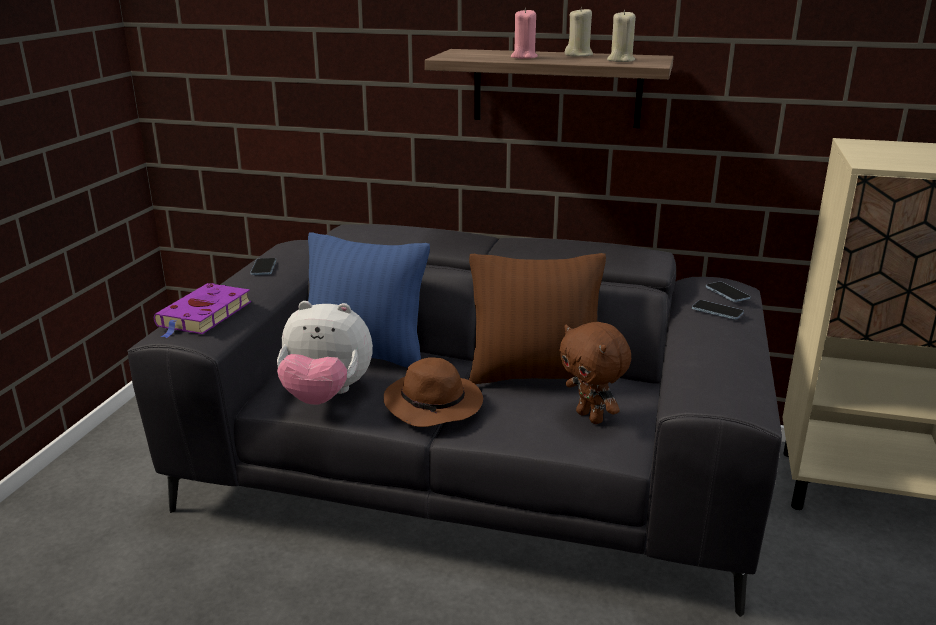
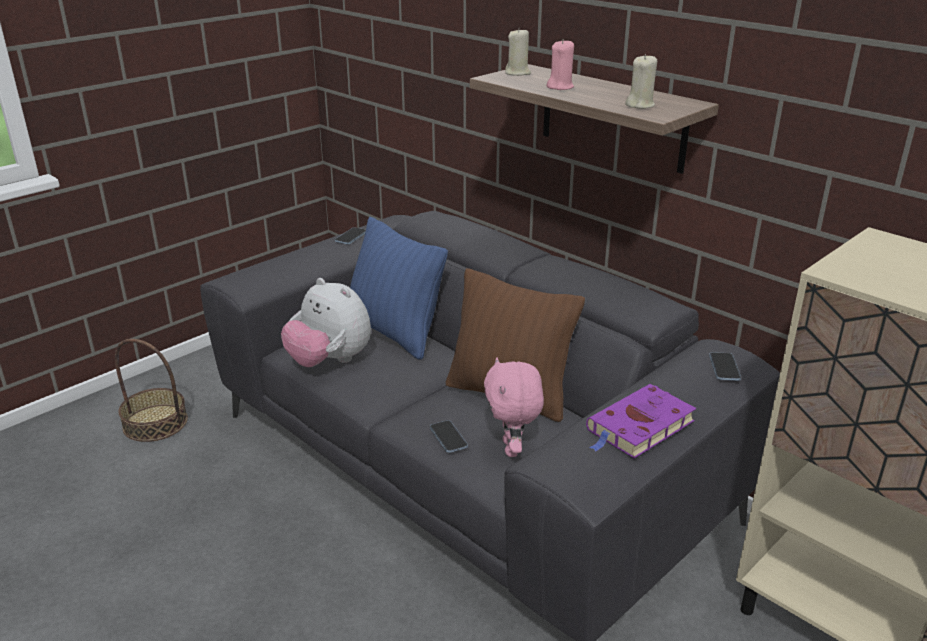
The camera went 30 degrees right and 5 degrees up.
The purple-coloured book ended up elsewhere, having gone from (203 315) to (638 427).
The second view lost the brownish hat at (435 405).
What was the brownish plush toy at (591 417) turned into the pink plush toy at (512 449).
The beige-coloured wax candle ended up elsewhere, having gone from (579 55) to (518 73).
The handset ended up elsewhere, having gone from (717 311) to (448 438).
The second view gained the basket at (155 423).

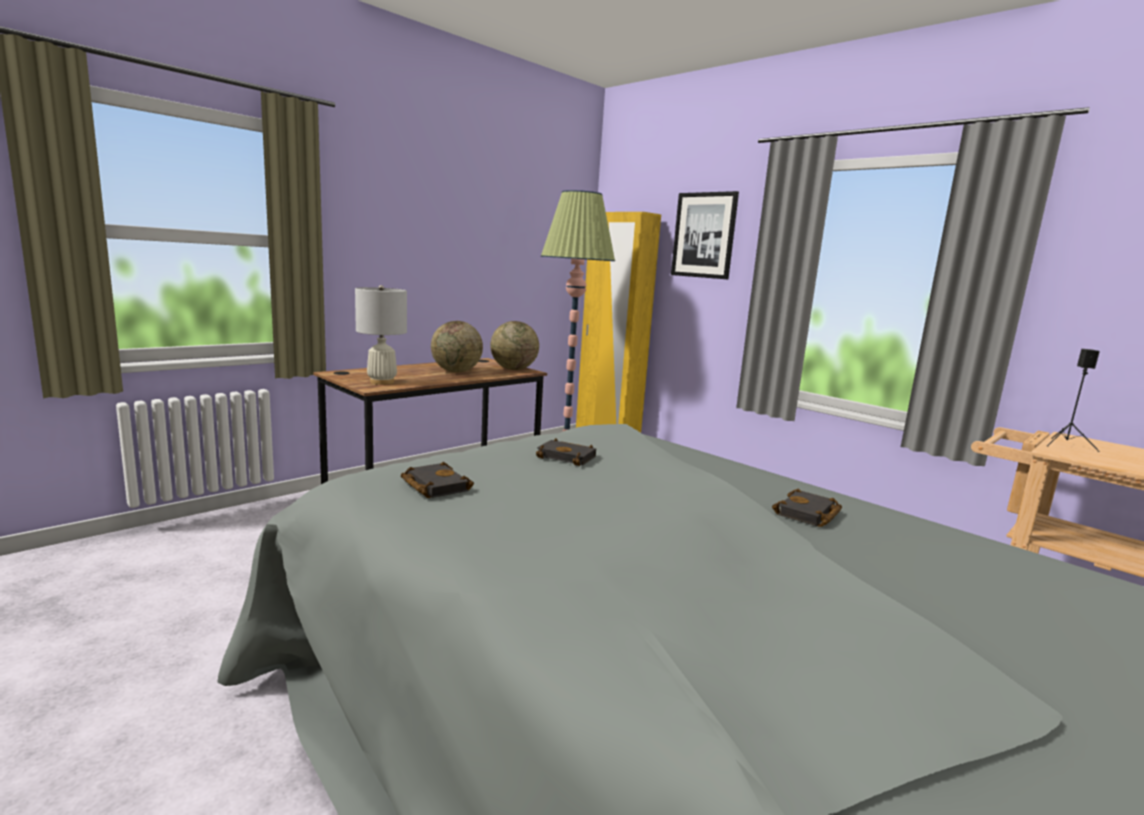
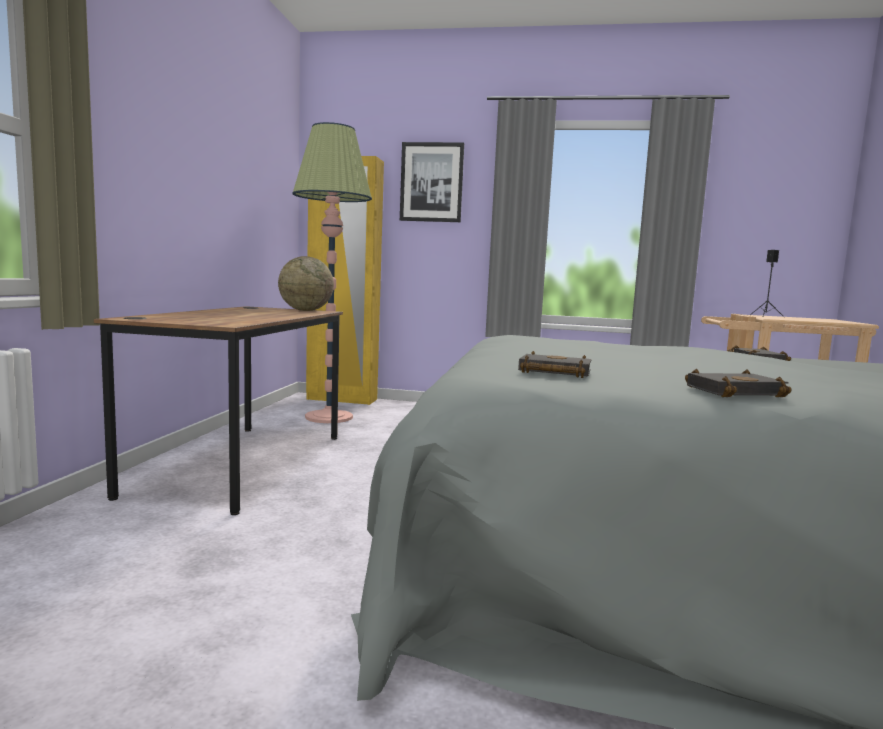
The camera went 35 degrees left and 5 degrees down.
The second view lost the white-coloured table lamp at (382 382).
The second view lost the desk globe at (456 371).
The black-coloured book ended up elsewhere, having gone from (568 457) to (734 391).

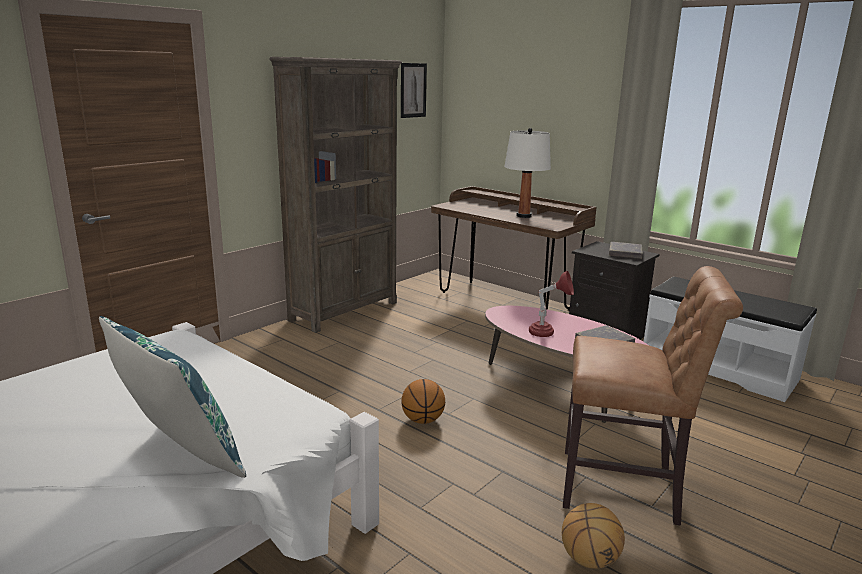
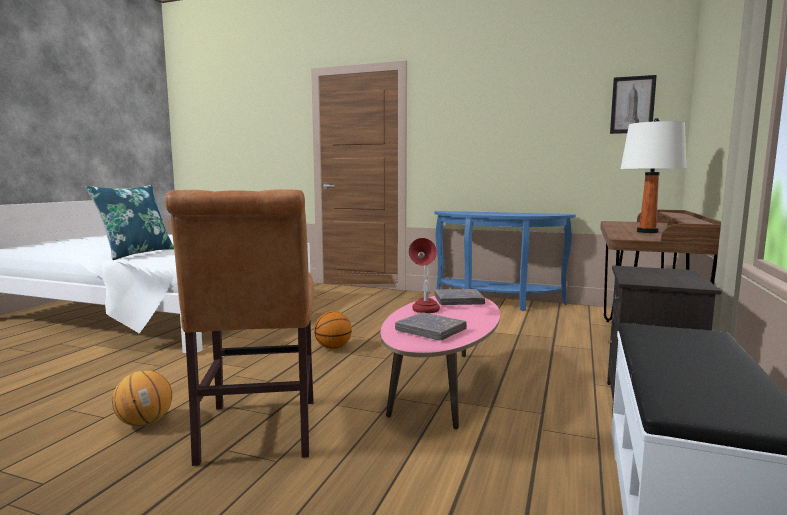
The camera went 70 degrees right and 10 degrees down.
Where the brownish shelving unit stood at (345 311), the blue-coloured hall table came to stand at (496 303).
The greyish book ended up elsewhere, having gone from (625 253) to (458 301).

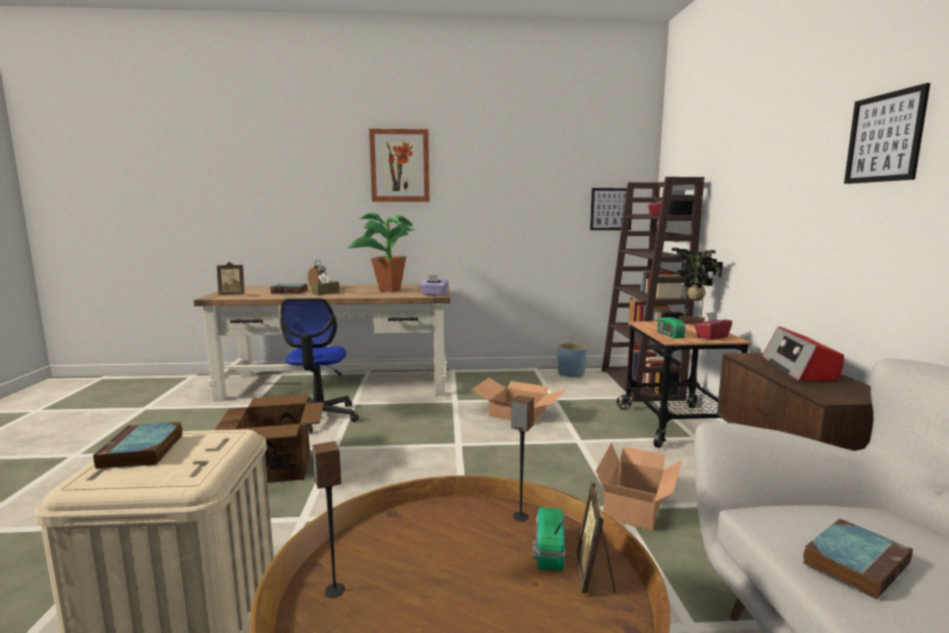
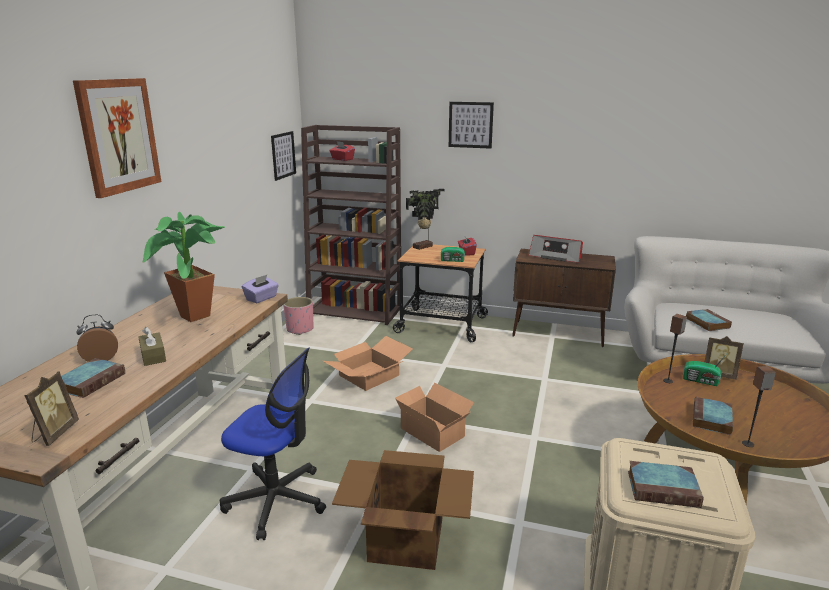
The camera went 70 degrees left and 10 degrees up.
What was the blue-coloured plant pot at (571 374) turned into the pink plant pot at (300 329).
The packing box ended up elsewhere, having gone from (637 506) to (433 431).
The wall picture ended up elsewhere, having gone from (884 138) to (470 125).
The second view gained the book at (712 420).

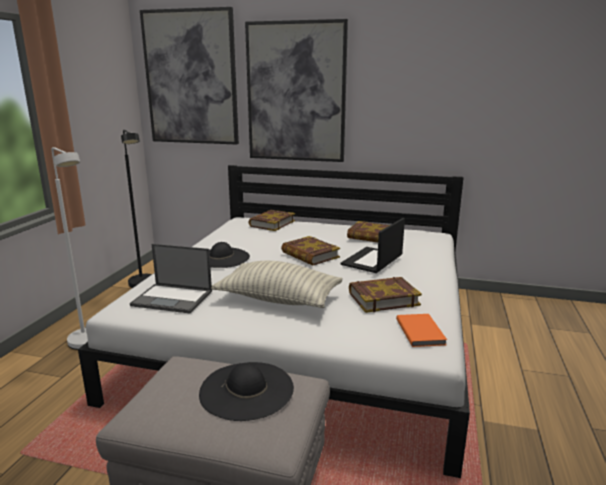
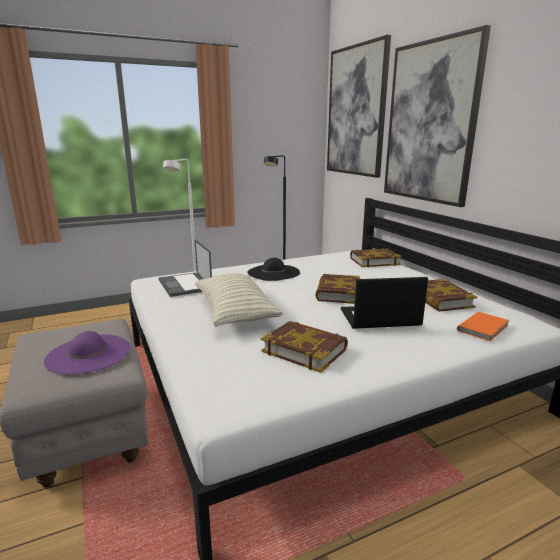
The camera went 50 degrees right and 0 degrees up.
What was the black-coloured hat at (247 390) turned into the purple-coloured hat at (88 354).
The orangey book ended up elsewhere, having gone from (421 331) to (484 328).

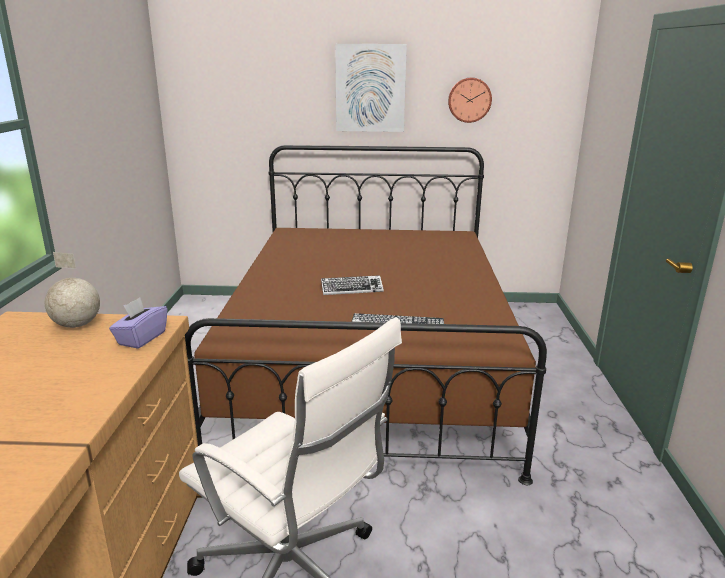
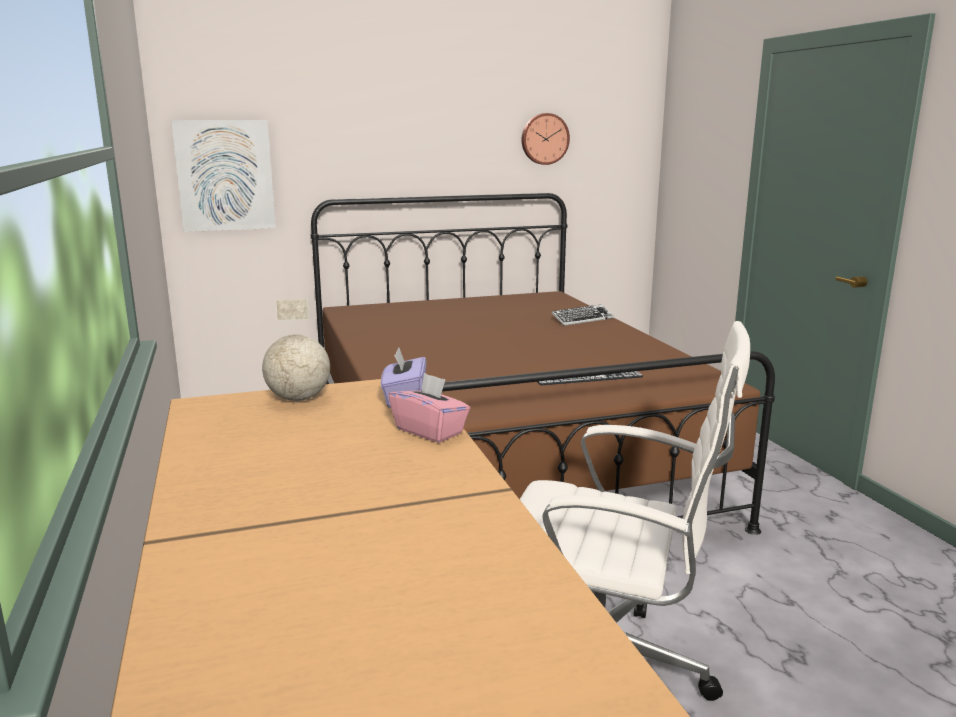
The camera went 20 degrees left and 5 degrees down.
The computer keyboard ended up elsewhere, having gone from (352 289) to (582 319).
The wall picture ended up elsewhere, having gone from (370 88) to (225 175).
The second view gained the pink box of tissues at (430 431).

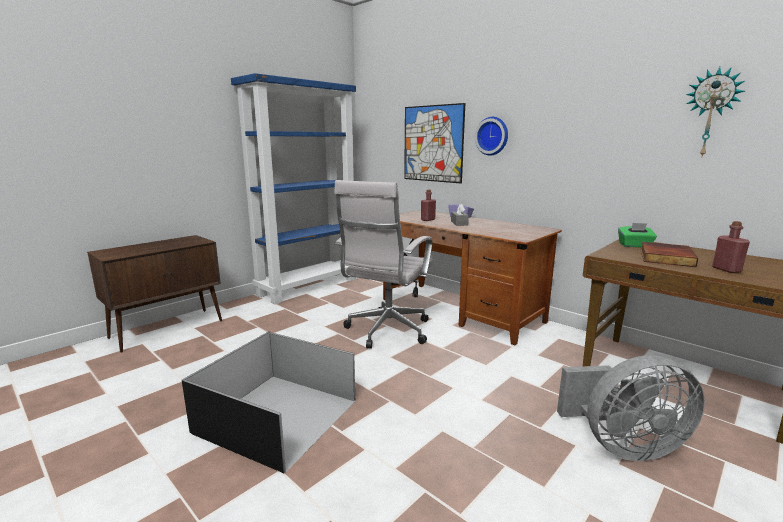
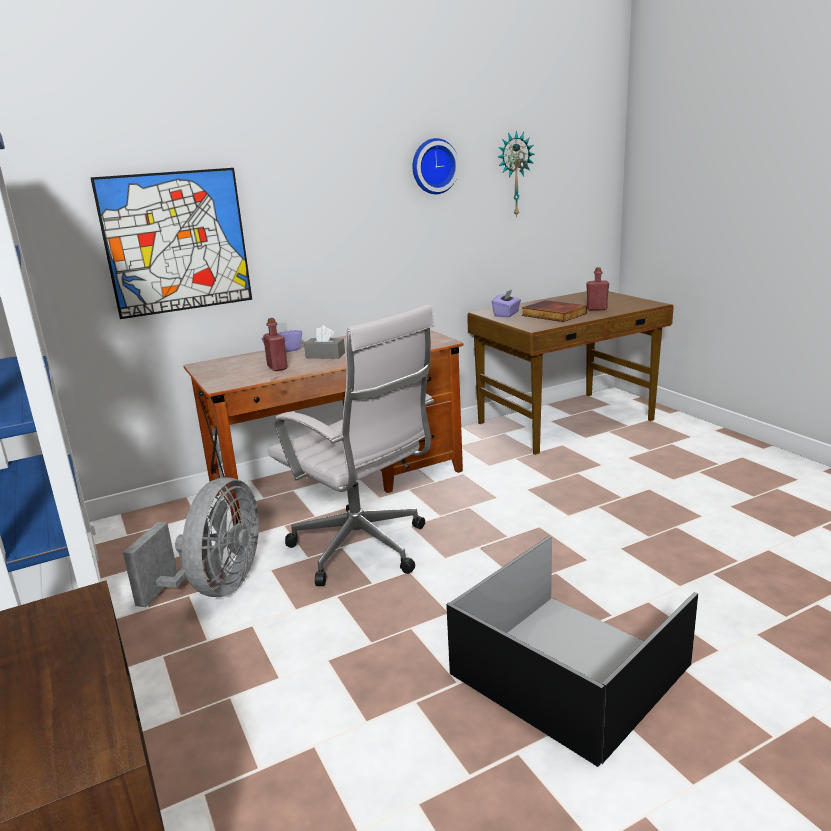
The camera went 70 degrees left and 5 degrees up.
The wall clock ended up elsewhere, having gone from (492 136) to (433 166).
The greyish cooling fan ended up elsewhere, having gone from (623 446) to (216 587).
What was the greenish box of tissues at (635 245) turned into the purple-coloured box of tissues at (506 314).

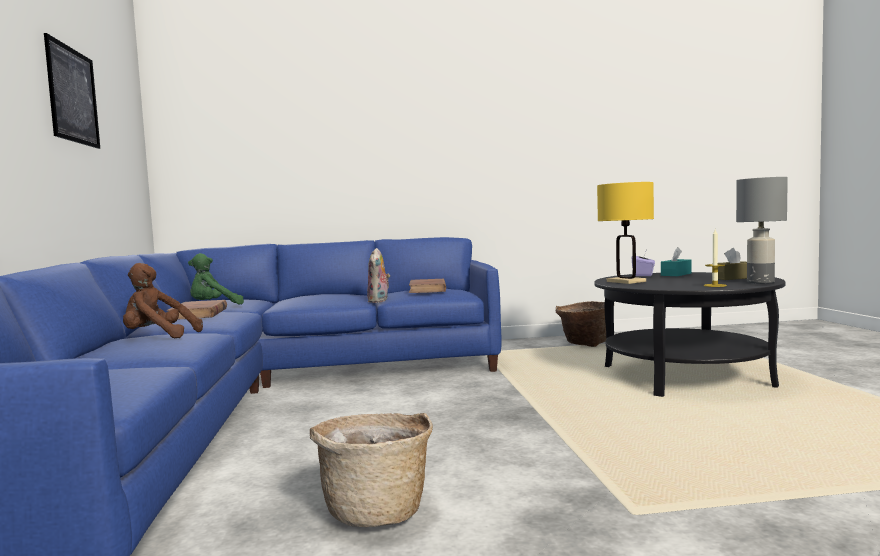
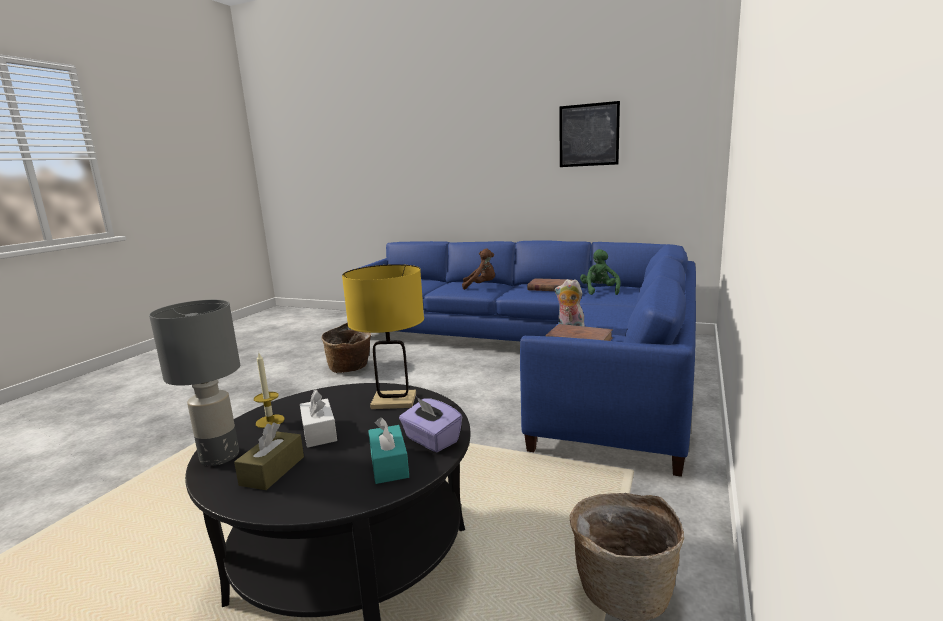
The camera went 120 degrees right and 10 degrees up.
The brownish plush toy at (157 337) ended up facing another way, 60 degrees clockwise from before.
The second view gained the white-coloured box of tissues at (319 432).

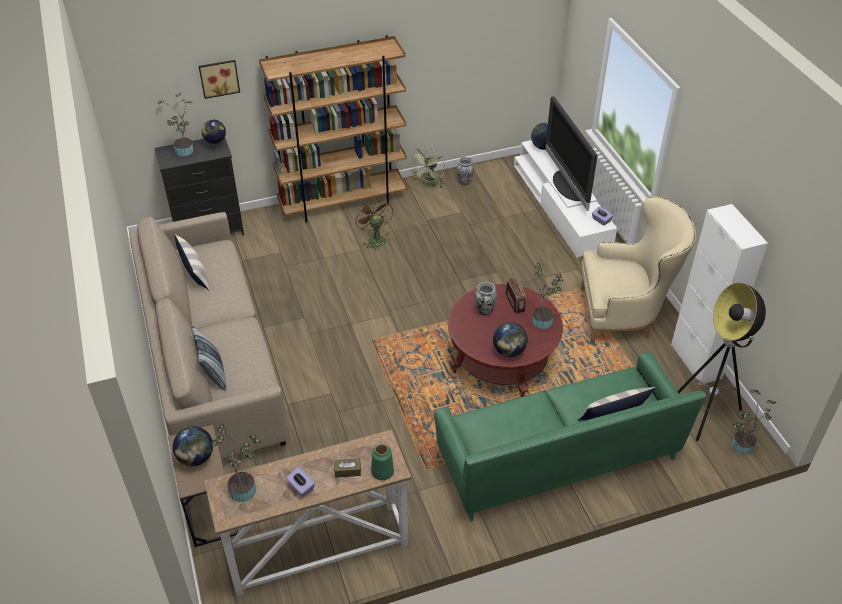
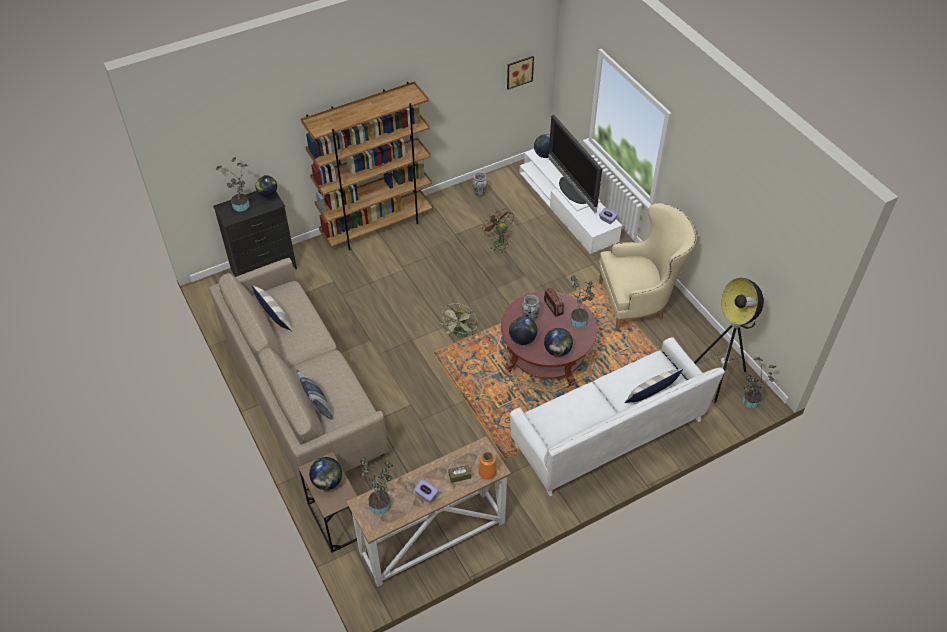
The camera went 10 degrees left and 5 degrees up.
The wall picture ended up elsewhere, having gone from (219 78) to (519 71).
The brownish cooling fan ended up elsewhere, having gone from (375 238) to (498 242).
What was the greenish vase at (383 471) turned into the orangey vase at (487 472).
The greenish cooling fan ended up elsewhere, having gone from (429 185) to (461 334).
What was the greenish sofa at (558 458) turned into the white-coloured sofa at (608 433).
The second view lost the white-coloured cabinet at (696 361).
The second view gained the desk globe at (522 339).

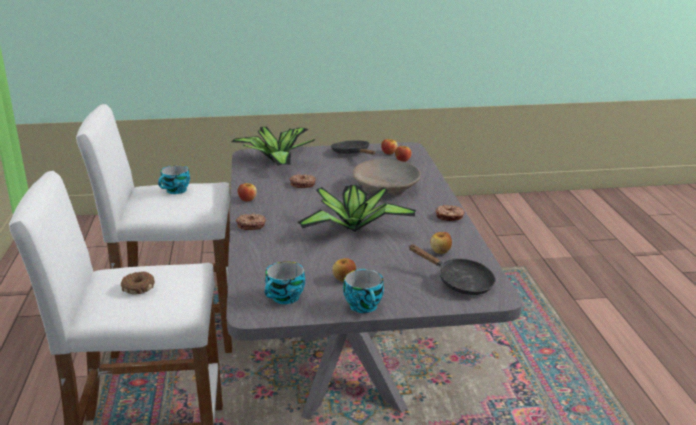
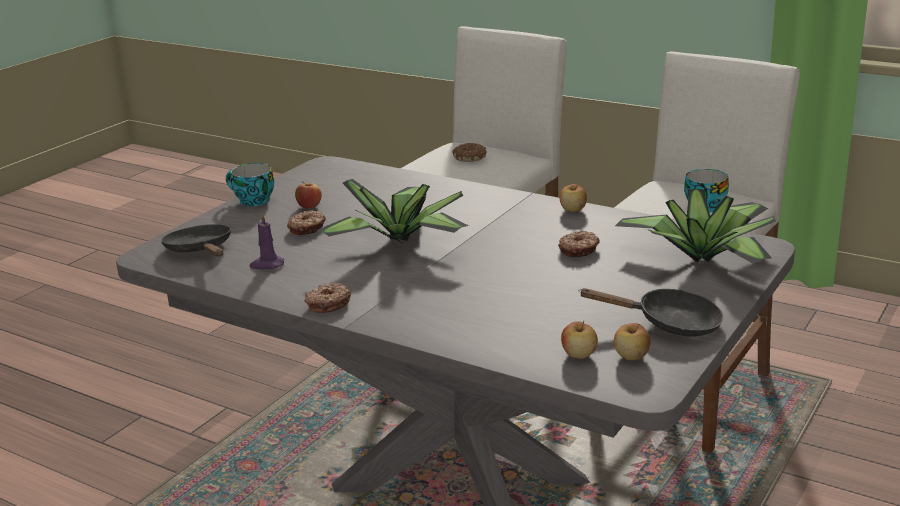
The camera went 130 degrees right and 0 degrees up.
The doughnut ended up elsewhere, having gone from (251 225) to (307 228).
The second view lost the drinking cup at (285 298).
The second view lost the beige-coloured bowl at (386 188).
The black-coloured pan at (459 282) ended up facing another way, 75 degrees clockwise from before.
Where the apple fruit stood at (440 251), the purple-coloured wax candle came to stand at (267 265).

